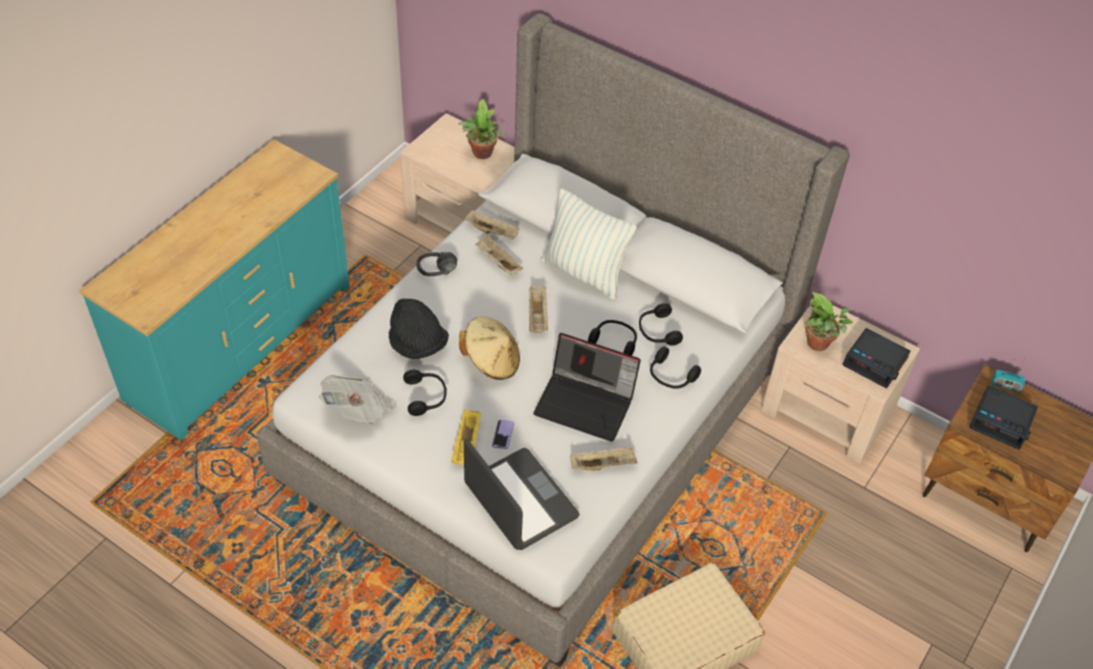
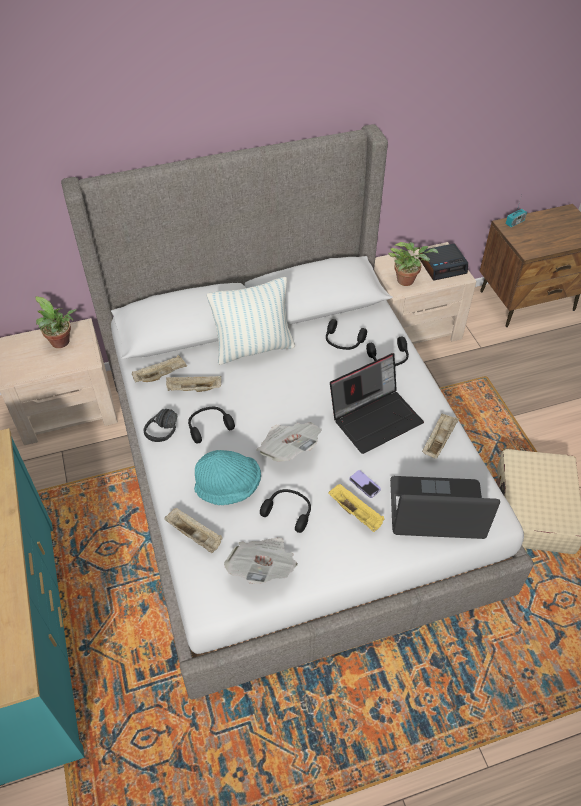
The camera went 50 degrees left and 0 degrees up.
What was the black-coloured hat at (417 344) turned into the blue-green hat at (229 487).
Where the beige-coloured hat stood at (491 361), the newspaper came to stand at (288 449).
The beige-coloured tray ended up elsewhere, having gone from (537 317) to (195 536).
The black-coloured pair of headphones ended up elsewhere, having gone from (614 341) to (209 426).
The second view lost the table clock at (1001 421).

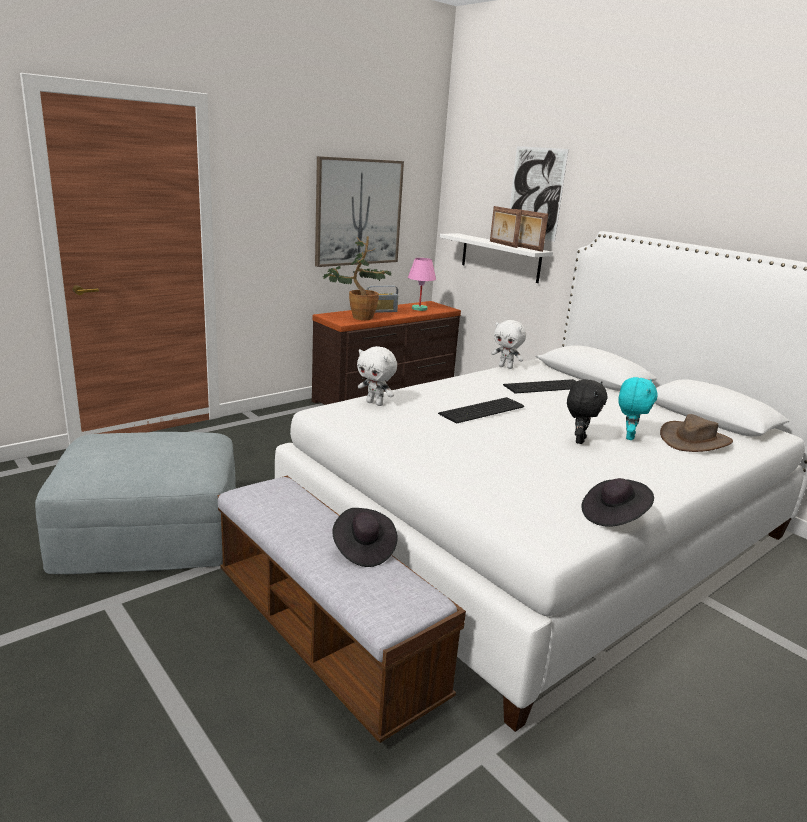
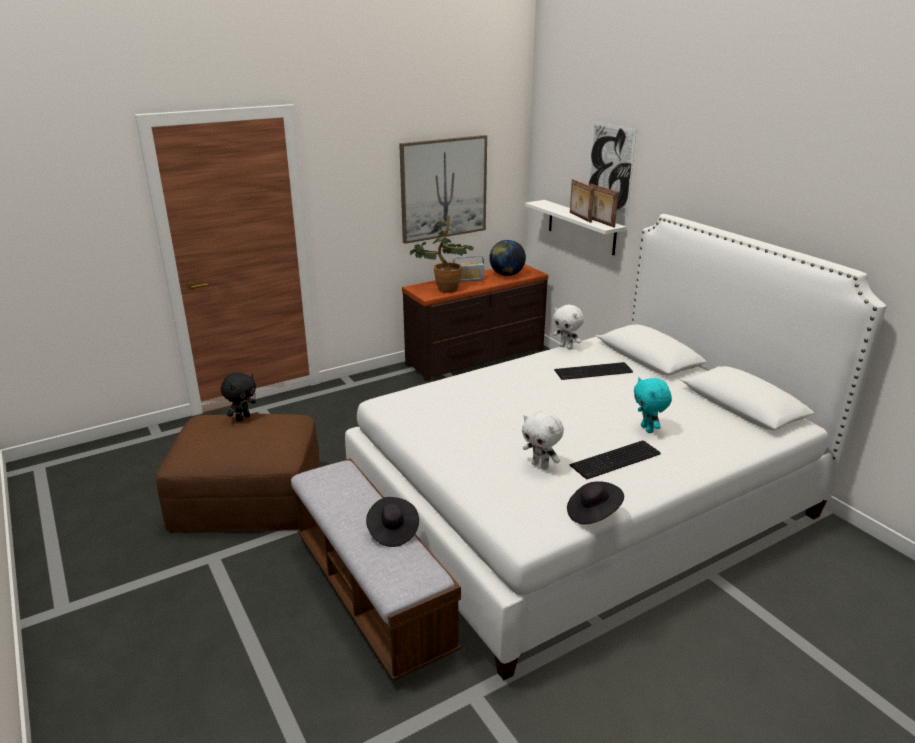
The camera went 10 degrees right and 5 degrees up.
What was the greyish footrest at (150 532) turned into the brownish footrest at (248 497).
The white-coloured plush toy ended up elsewhere, having gone from (375 403) to (540 465).
Where the pink table lamp stood at (419 309), the desk globe came to stand at (506 275).
The computer keyboard ended up elsewhere, having gone from (484 410) to (617 460).
The black-coloured plush toy ended up elsewhere, having gone from (579 440) to (243 418).
The blue-green plush toy at (628 436) ended up facing another way, 135 degrees clockwise from before.
The second view lost the brownish hat at (694 440).

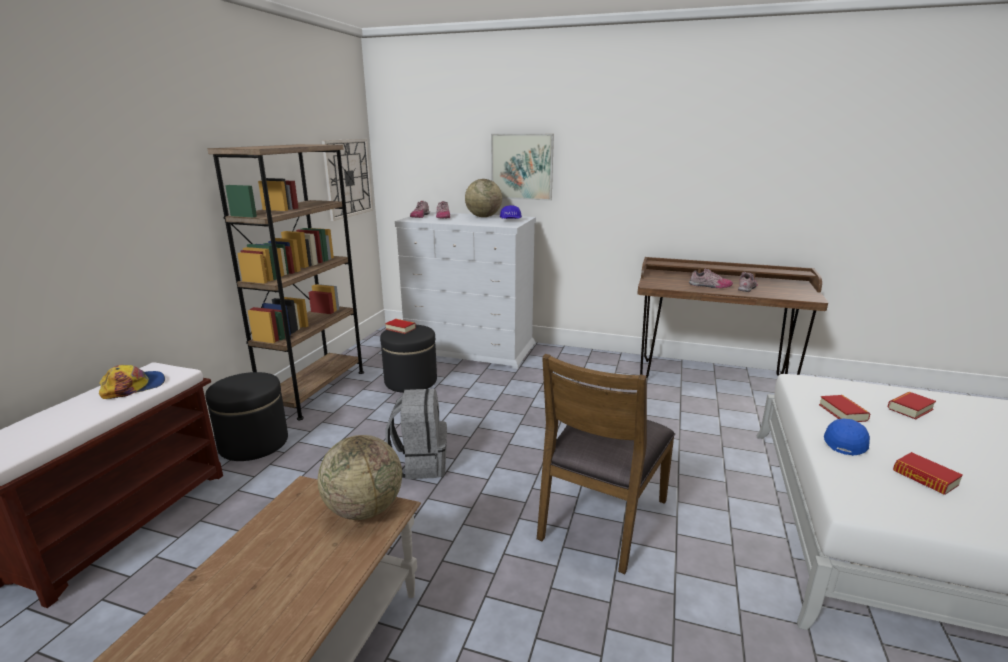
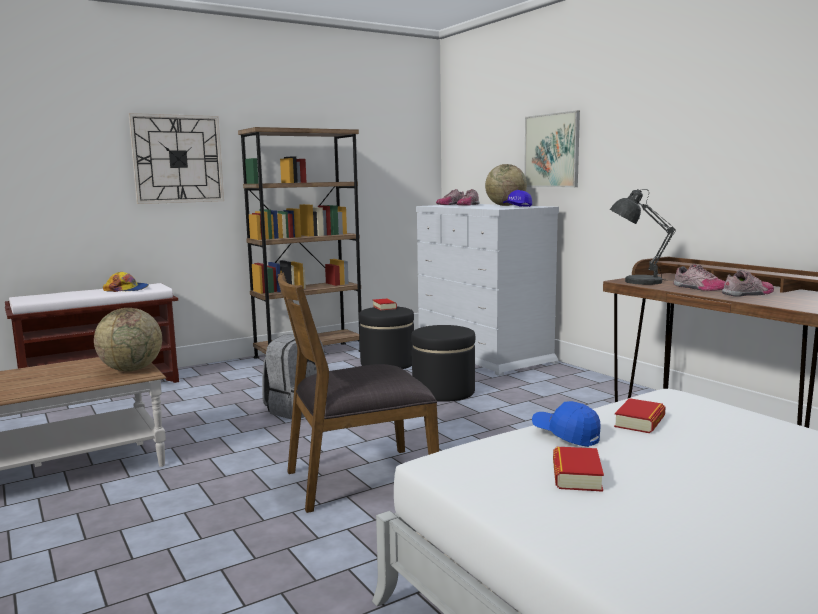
The camera went 40 degrees right and 10 degrees down.
The black-coloured footrest ended up elsewhere, having gone from (254 443) to (443 392).
The wall clock ended up elsewhere, having gone from (348 178) to (177 159).
The blue-coloured peaked cap at (845 442) ended up facing another way, 120 degrees counterclockwise from before.
The second view lost the book at (910 409).
The second view gained the greyish table lamp at (638 282).

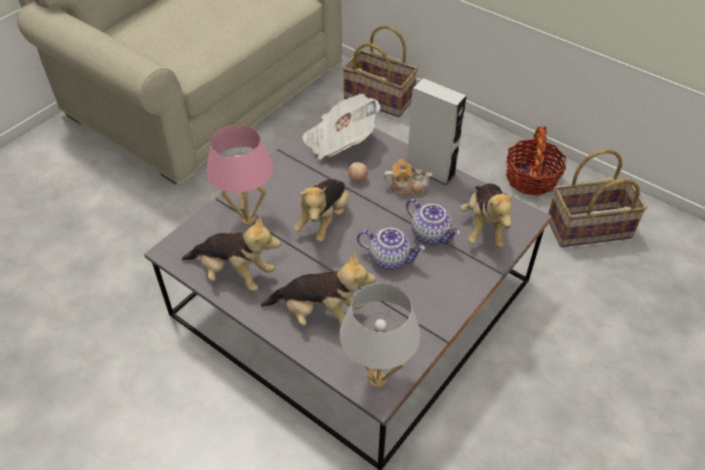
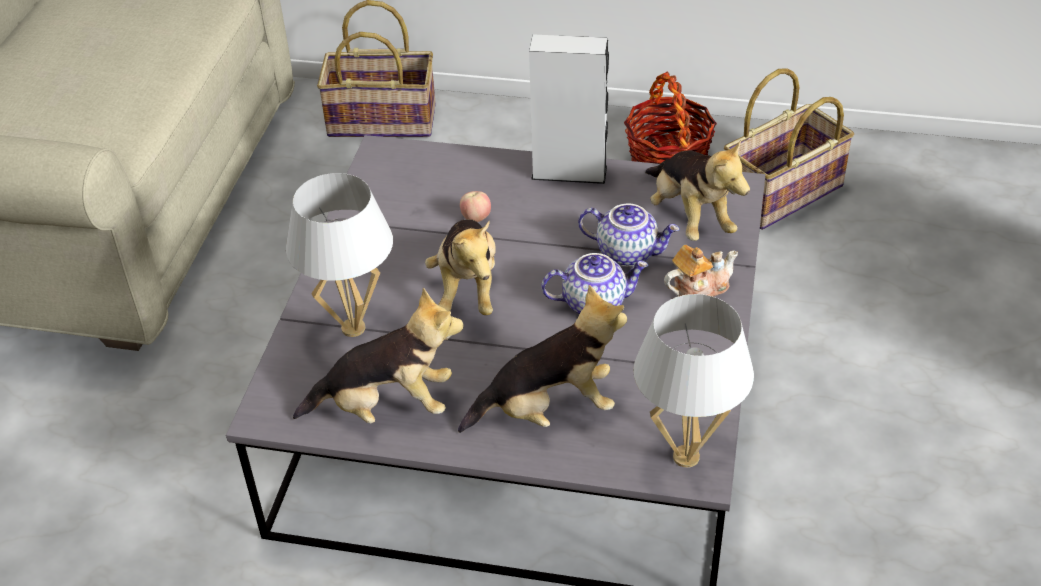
The camera went 25 degrees left and 5 degrees down.
What was the pink table lamp at (248 219) turned into the white-coloured table lamp at (353 328).
The second view lost the newspaper at (340 141).
The tea pot ended up elsewhere, having gone from (406 187) to (698 288).

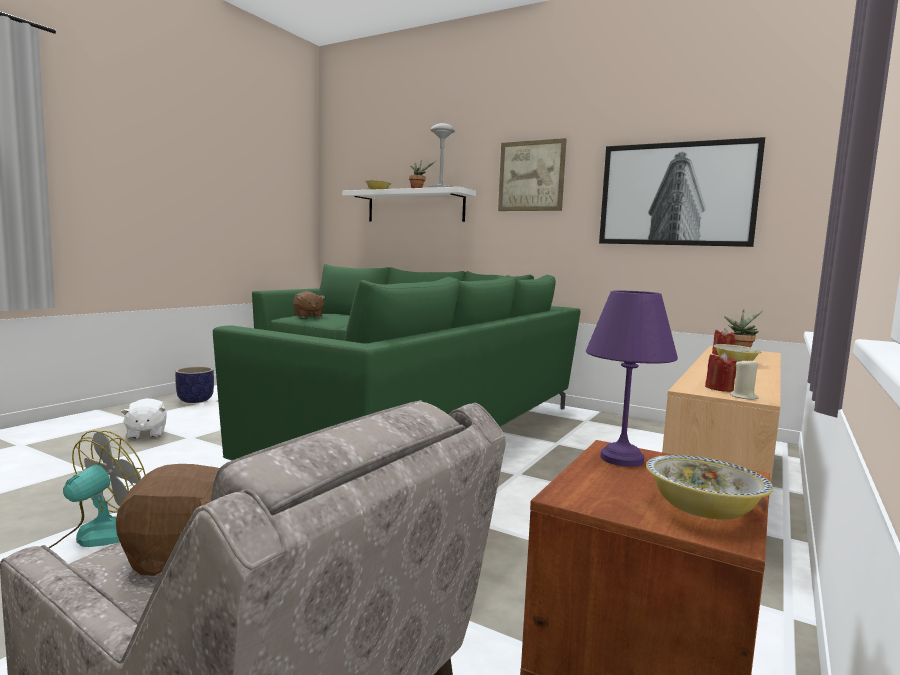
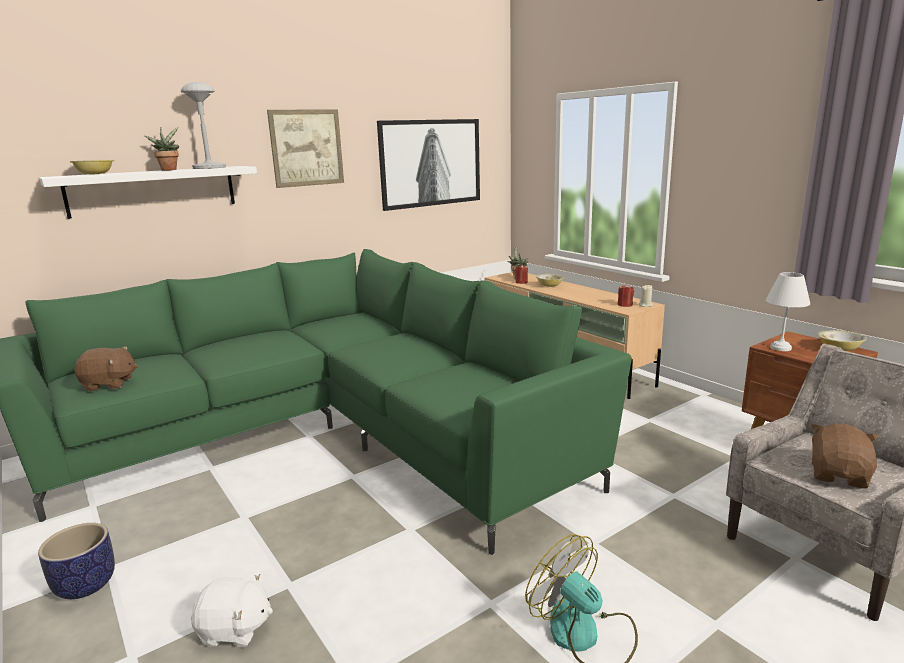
The camera went 65 degrees left and 10 degrees up.
What was the purple-coloured table lamp at (620 458) turned into the white-coloured table lamp at (779 348).

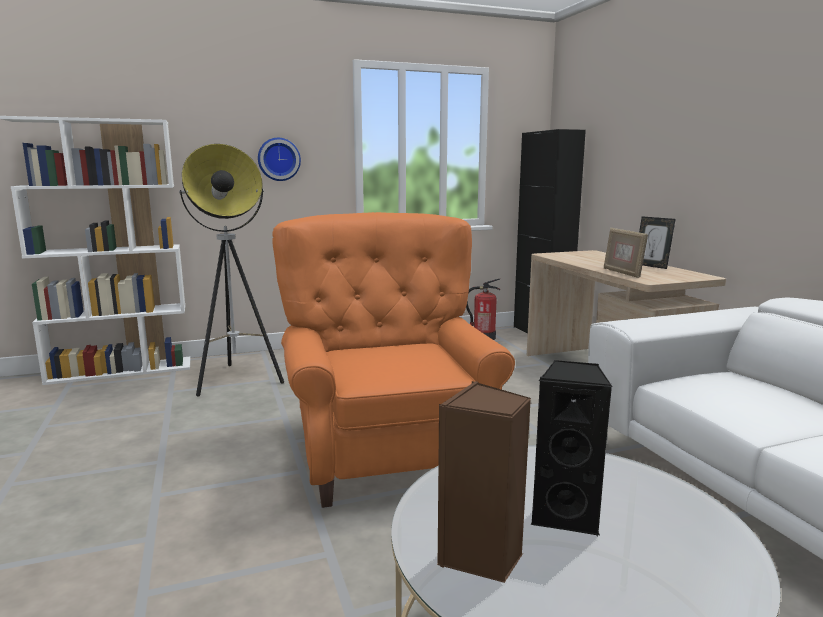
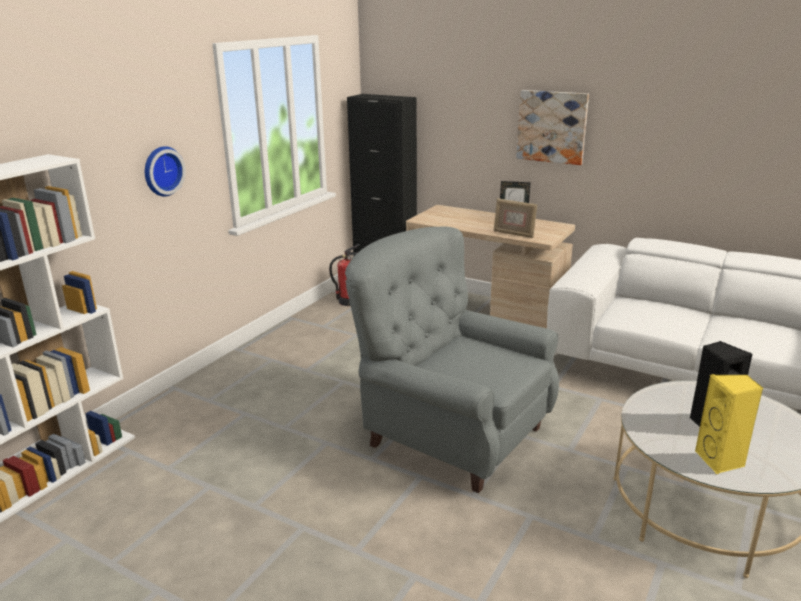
The camera went 40 degrees left and 10 degrees up.
The second view lost the standing lamp at (237 380).
What was the orangey easy chair at (388 452) turned into the greyish easy chair at (449 434).
What was the brownish loudspeaker at (481 557) turned into the yellowish loudspeaker at (721 461).
The second view gained the wall picture at (552 126).

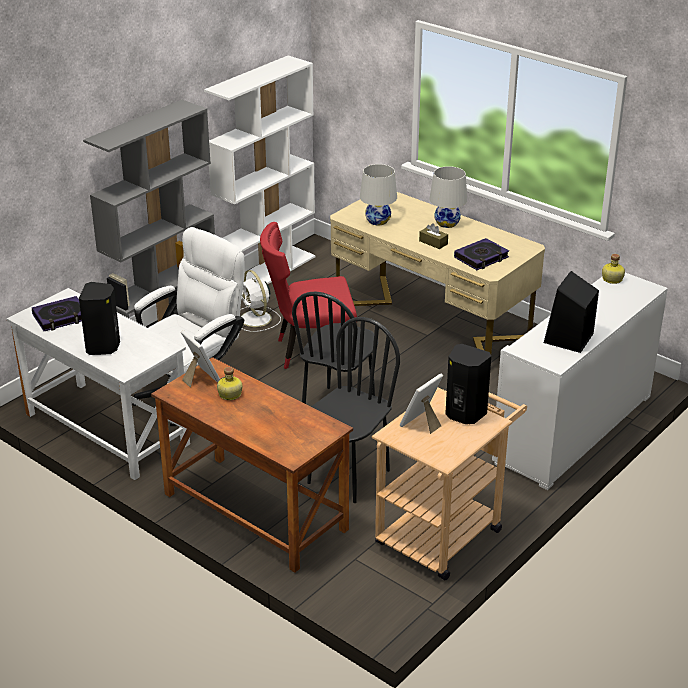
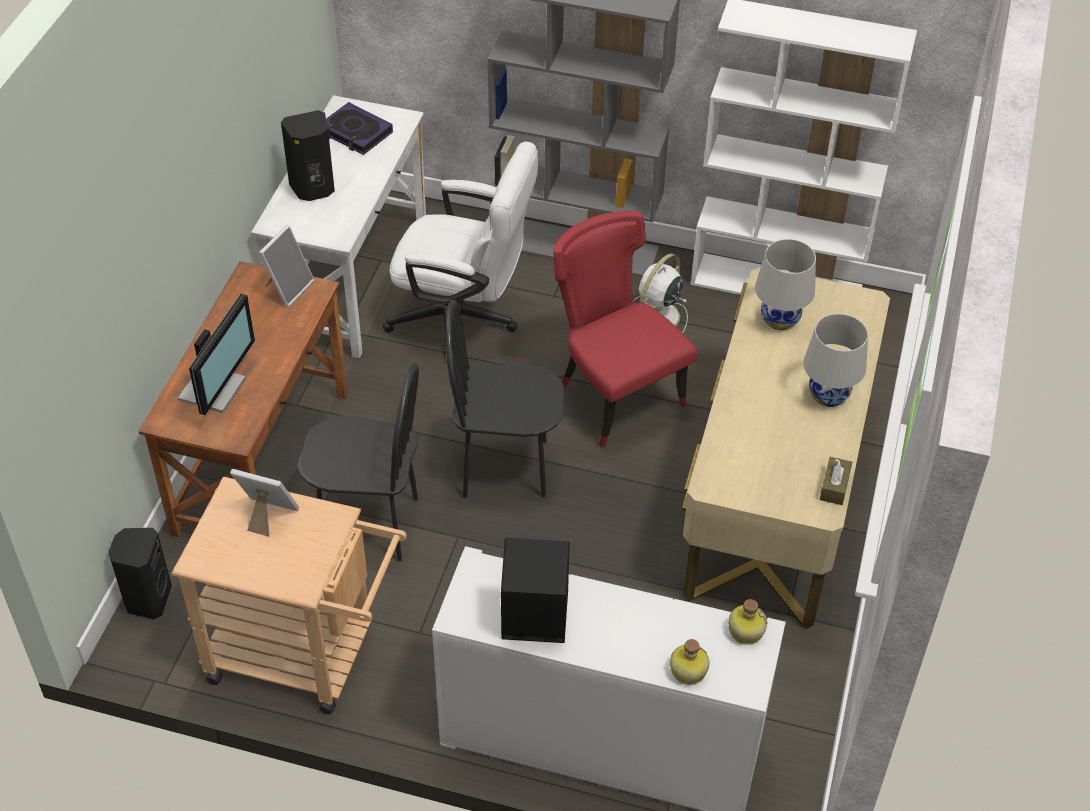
The camera went 65 degrees right and 15 degrees up.
The beverage bottle ended up elsewhere, having gone from (229 395) to (687 671).
The brownish box of tissues ended up elsewhere, having gone from (433 242) to (834 486).
The black-coloured loudspeaker ended up elsewhere, having gone from (464 414) to (147 599).
The second view lost the book at (481 258).
The second view gained the computer display at (215 389).

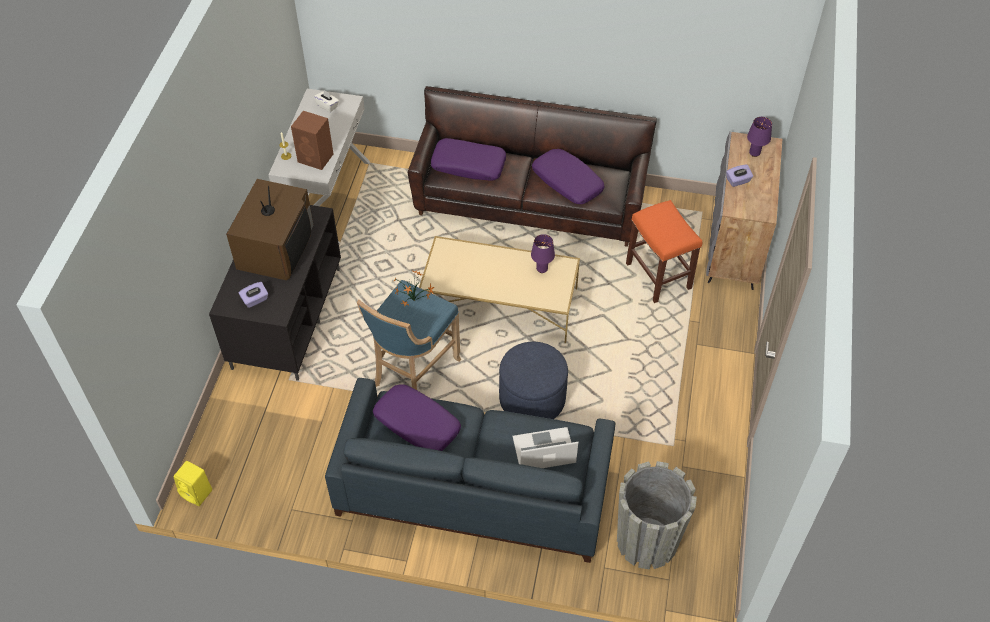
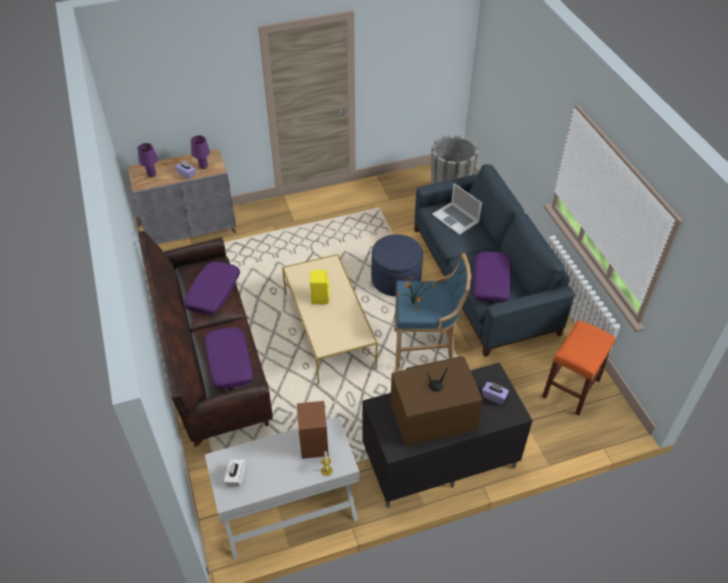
The camera went 120 degrees left and 5 degrees down.
The yellowish loudspeaker ended up elsewhere, having gone from (197 493) to (320 297).
The purple-coloured table lamp ended up elsewhere, having gone from (541 269) to (203 166).
The orangey sitting stool ended up elsewhere, having gone from (657 275) to (571 389).

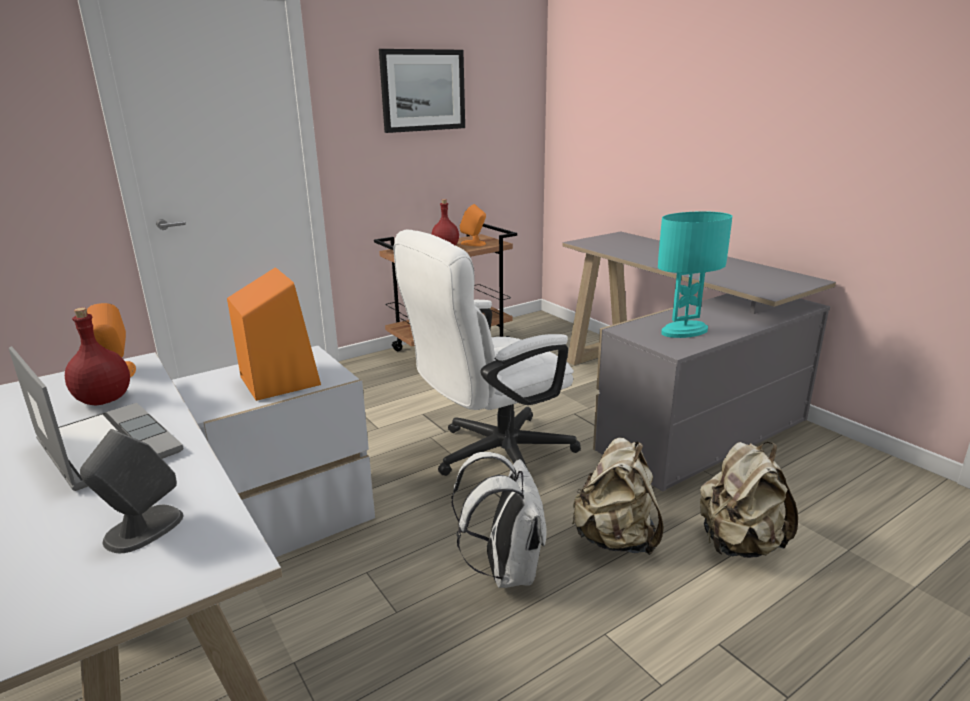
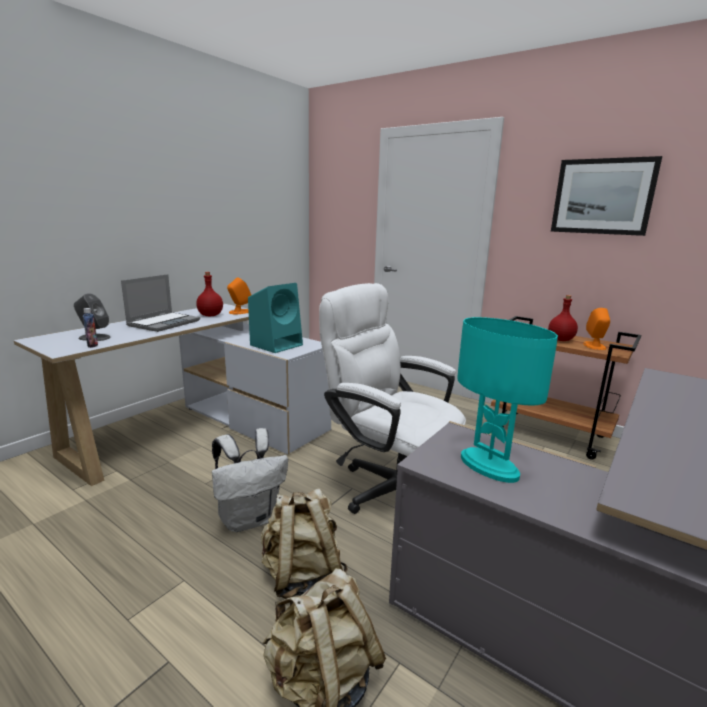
The camera went 70 degrees right and 5 degrees down.
What was the orangey loudspeaker at (278 380) turned into the blue-green loudspeaker at (277 345).
The second view gained the beverage bottle at (92 345).

